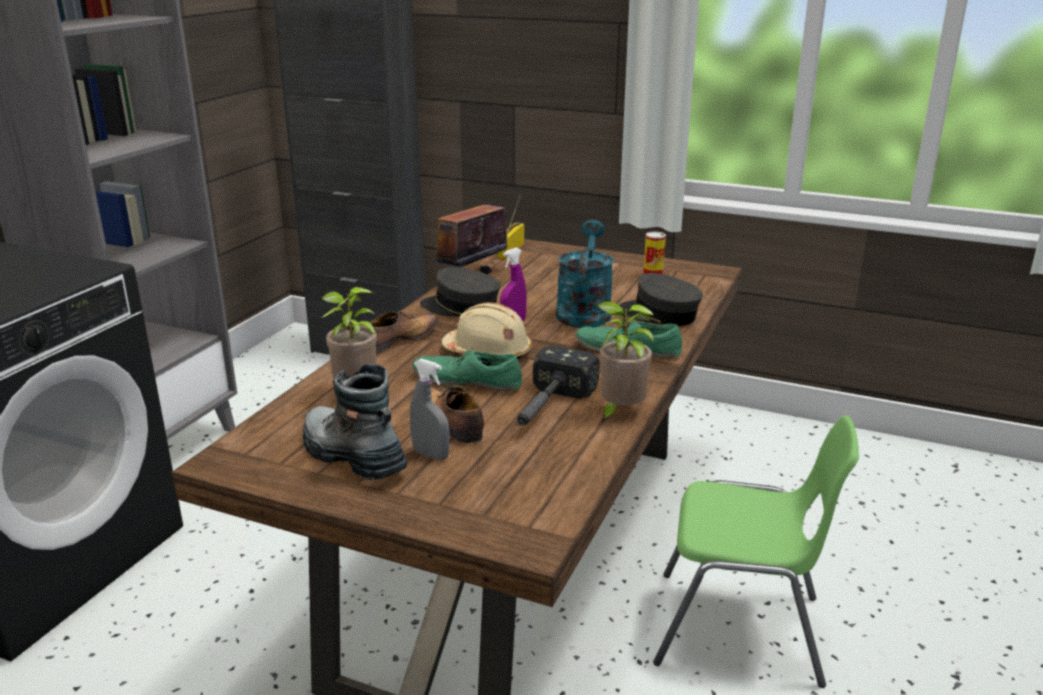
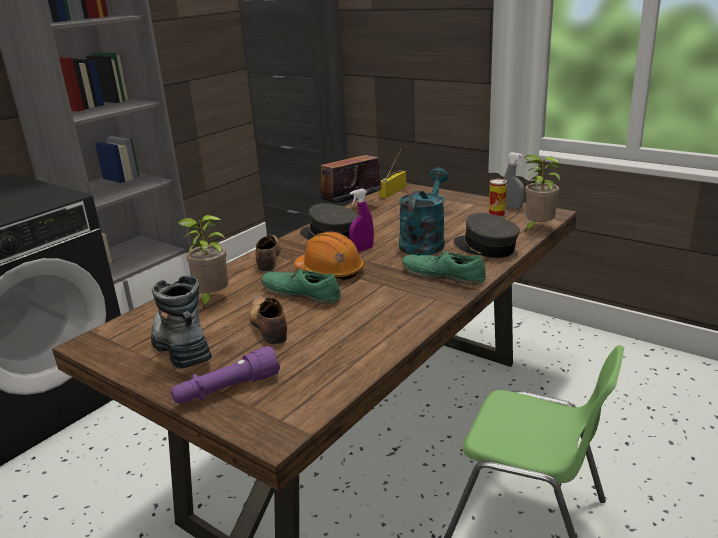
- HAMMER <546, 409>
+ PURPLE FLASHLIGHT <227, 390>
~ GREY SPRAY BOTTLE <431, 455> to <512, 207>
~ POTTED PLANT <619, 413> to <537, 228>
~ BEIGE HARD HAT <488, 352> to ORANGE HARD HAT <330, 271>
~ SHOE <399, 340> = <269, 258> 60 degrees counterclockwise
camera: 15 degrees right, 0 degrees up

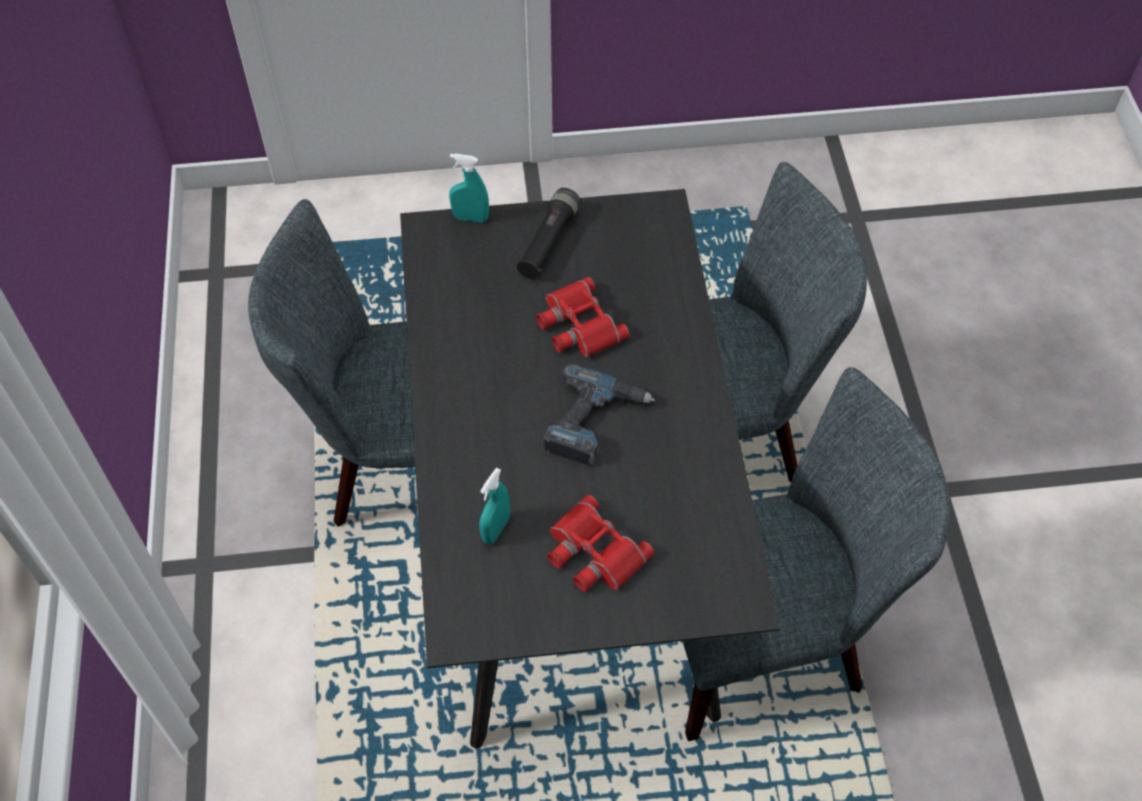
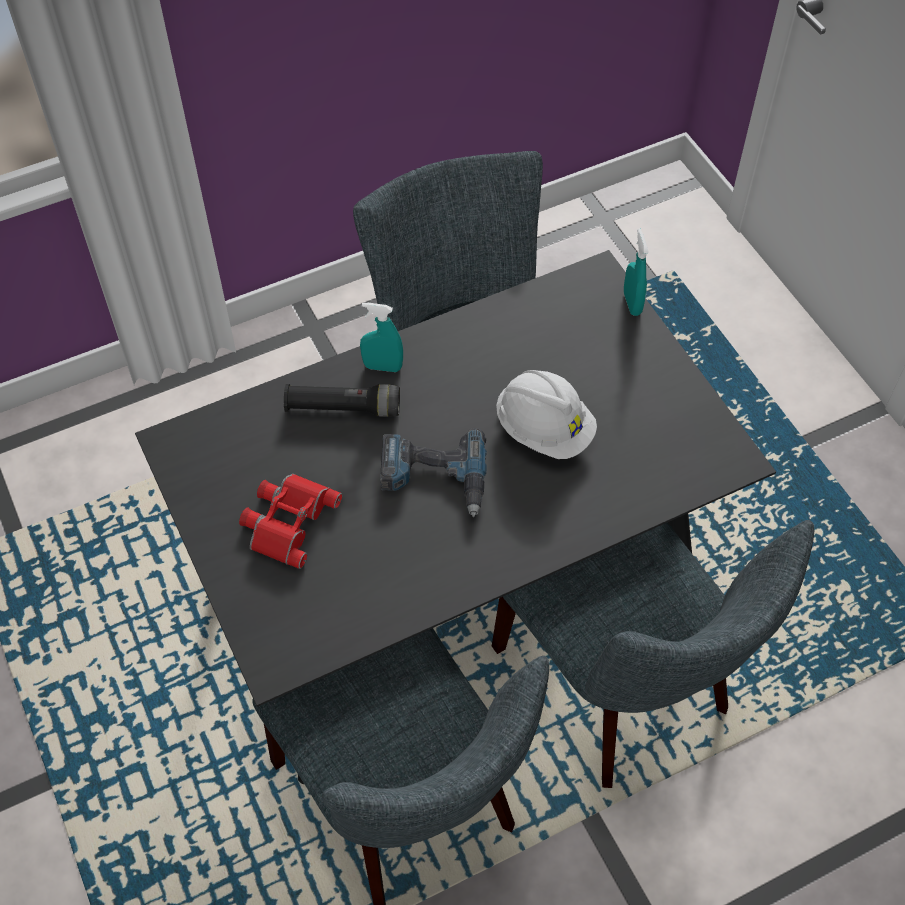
~ TURQUOISE SPRAY BOTTLE <496, 529> to <382, 367>
~ BLACK FLASHLIGHT <548, 242> to <343, 408>
~ RED BINOCULARS <577, 325> to WHITE HARD HAT <544, 430>
camera: 70 degrees right, 0 degrees up

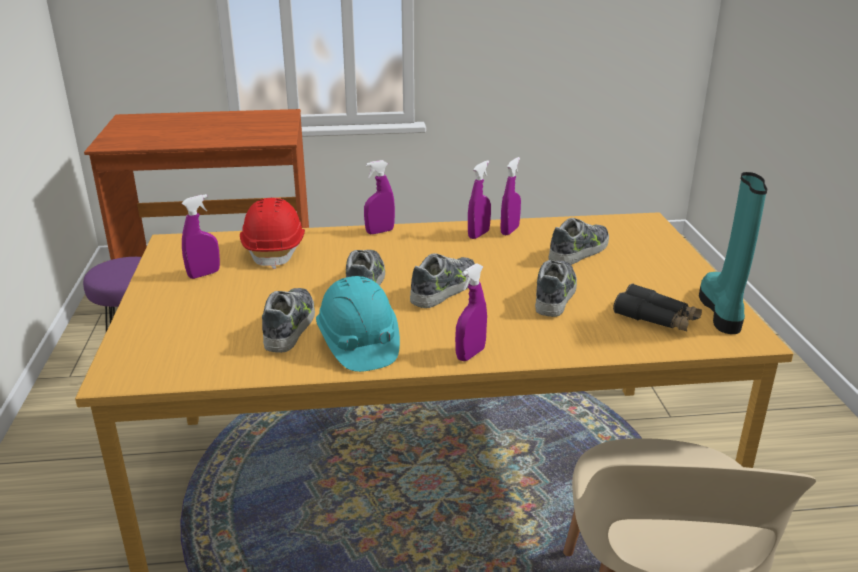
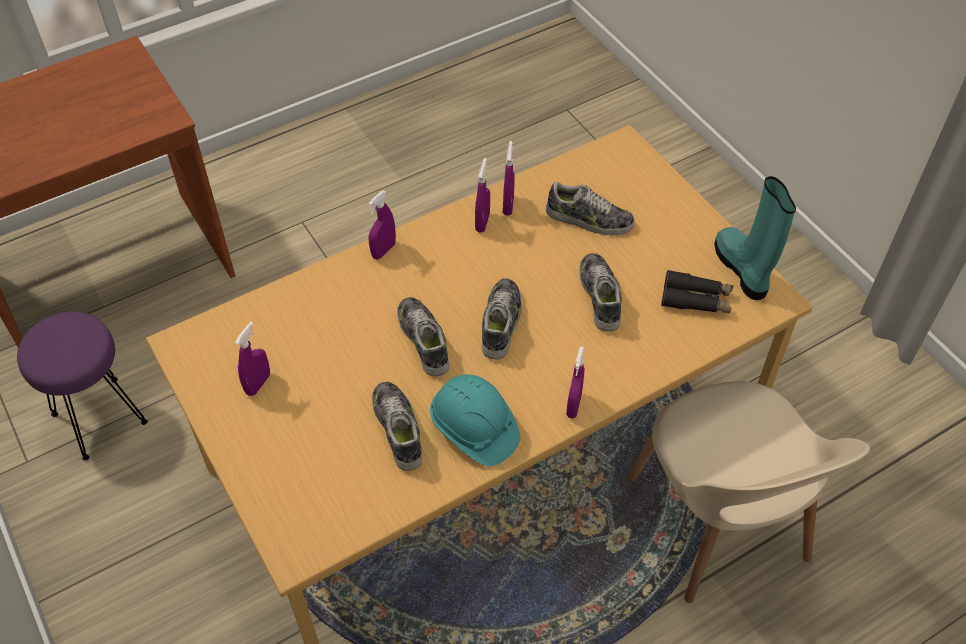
- RED HARD HAT <275, 250>
~ SHOE <579, 251> = <589, 219> 90 degrees clockwise
camera: 25 degrees left, 25 degrees up

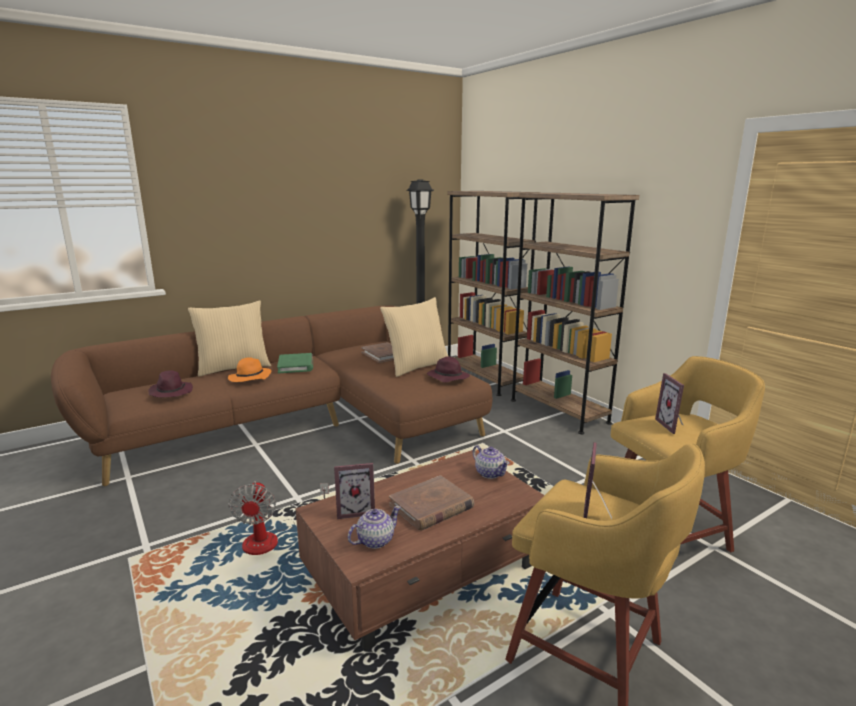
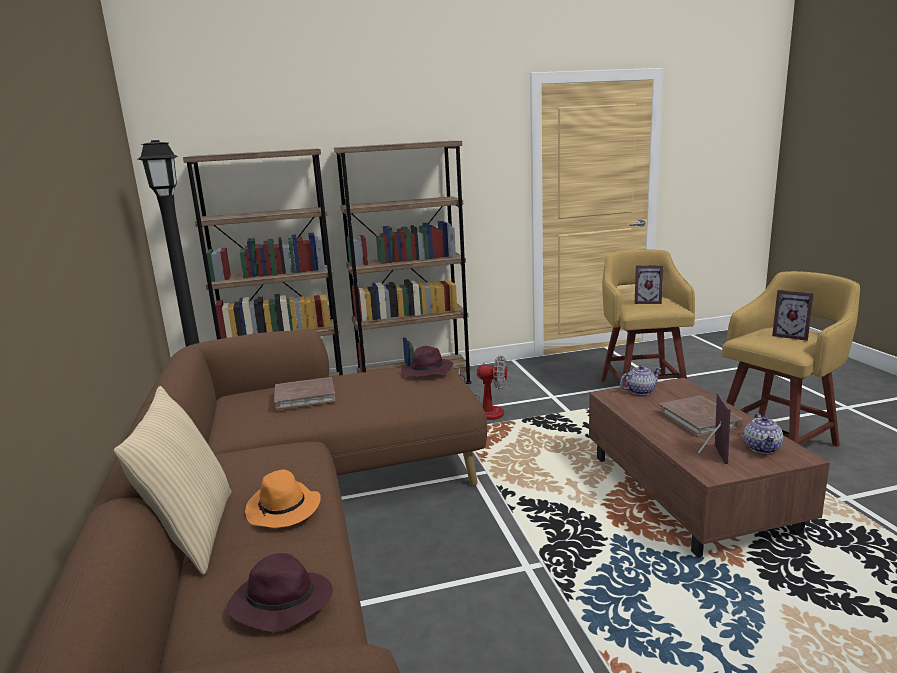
- GREEN BOOK <296, 365>
- BEIGE PILLOW <416, 366>
~ FAN <272, 539> to <485, 410>
~ TEAPOT <375, 540> = <762, 448> 150 degrees counterclockwise
camera: 70 degrees left, 0 degrees up

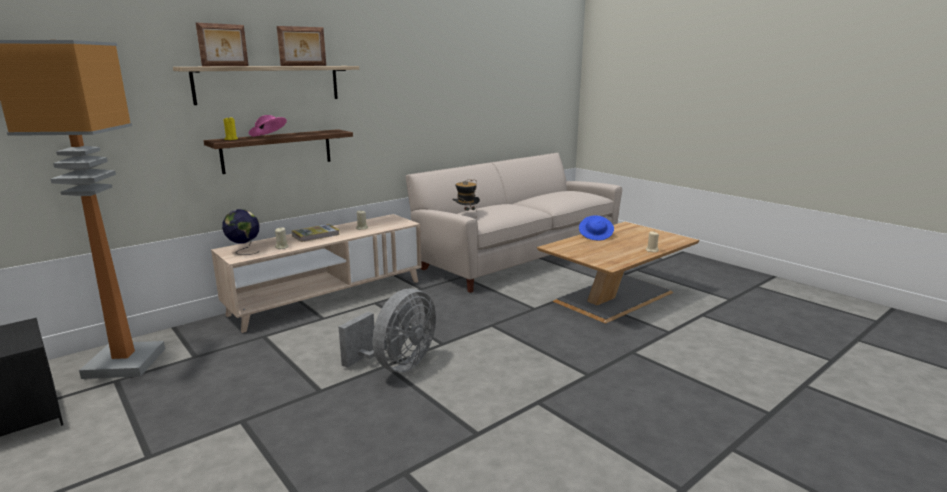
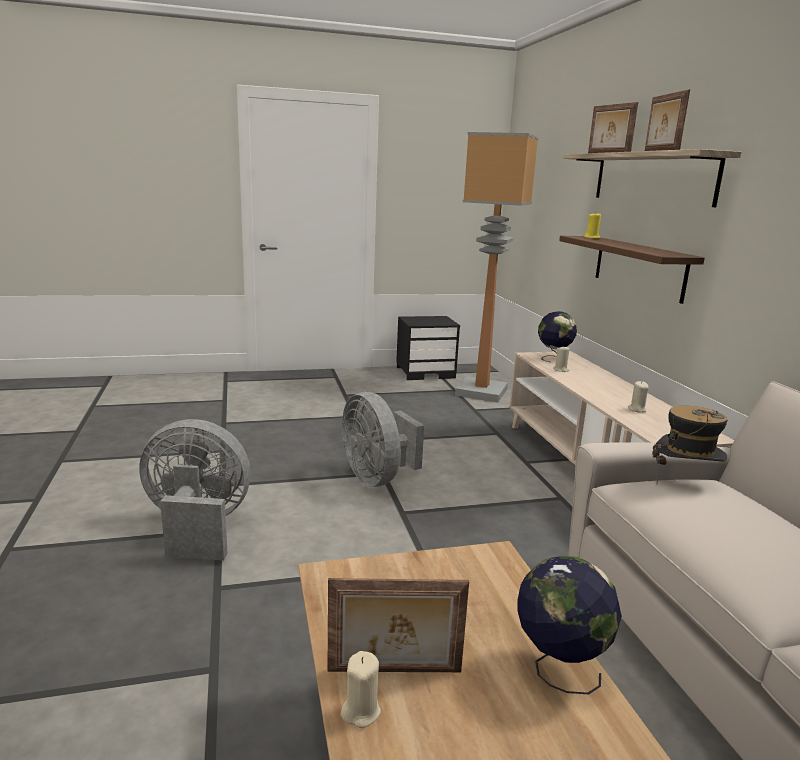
- PINK HAT <268, 137>
- BOOK <316, 235>
+ GREY FAN <197, 528>
+ PICTURE FRAME <394, 672>
~ BLUE HAT <596, 236> to GLOBE <558, 670>
camera: 115 degrees right, 0 degrees up

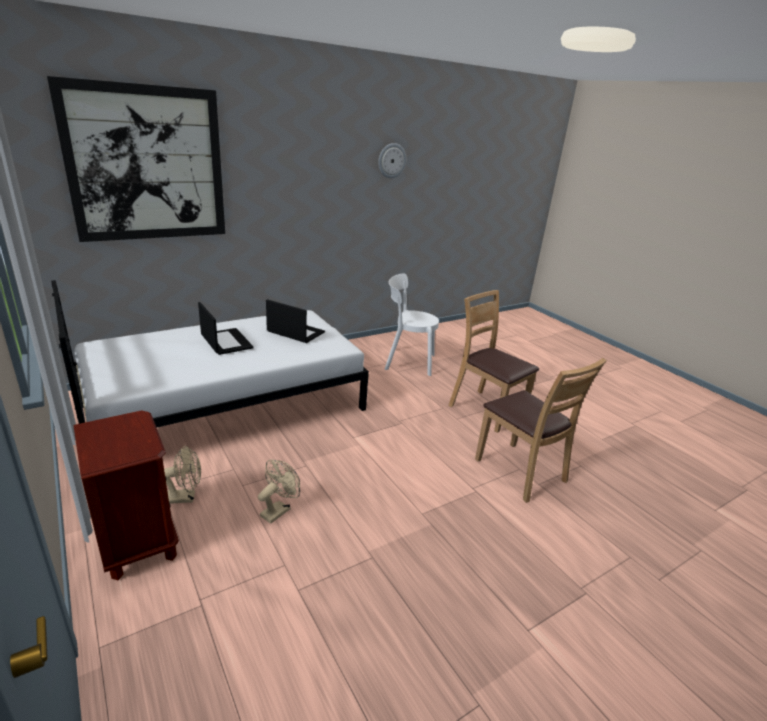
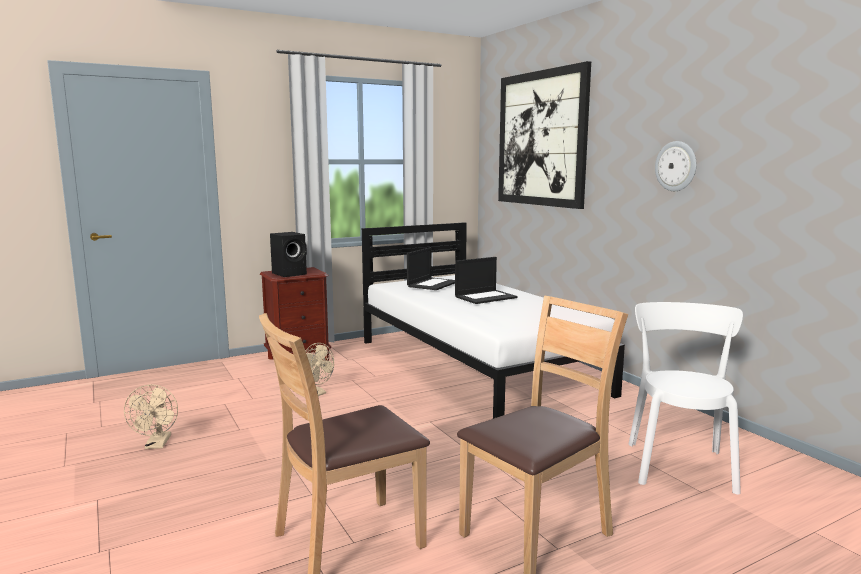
+ BLACK SPEAKER <290, 274>
~ BEIGE FAN <185, 497> to <157, 445>
~ LAPTOP <295, 332> to <432, 284>
~ WALL CLOCK <391, 160> to <676, 166>
camera: 95 degrees right, 15 degrees down

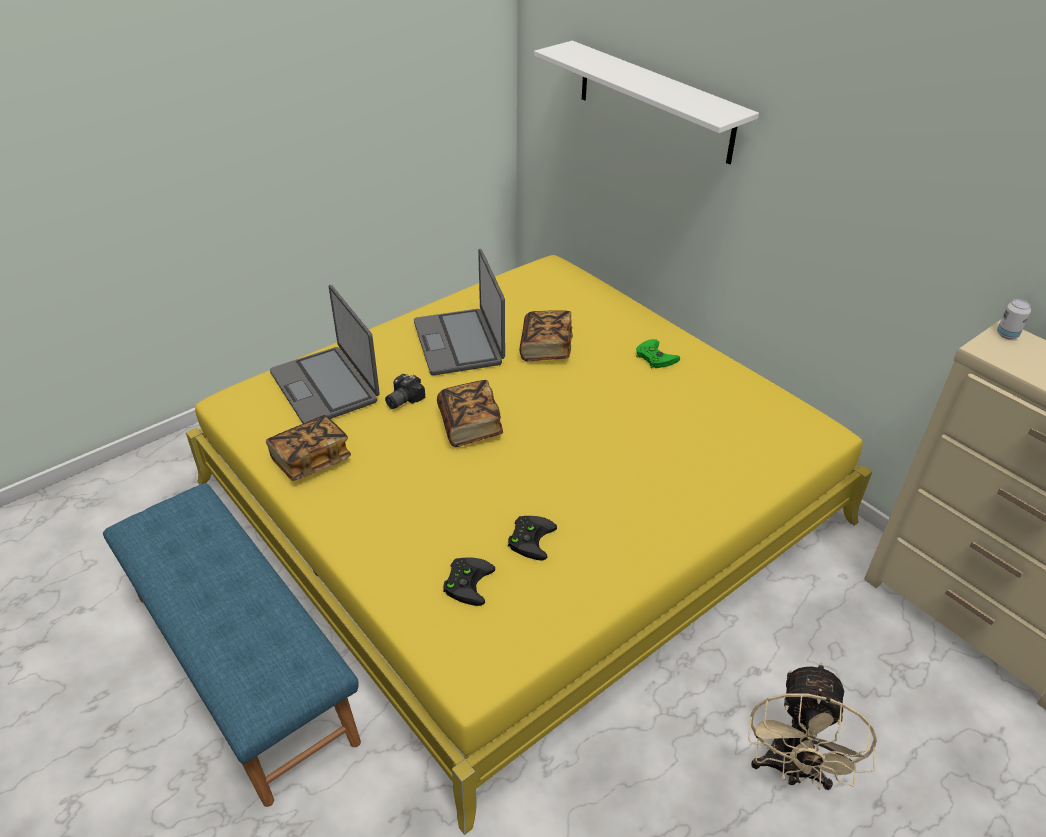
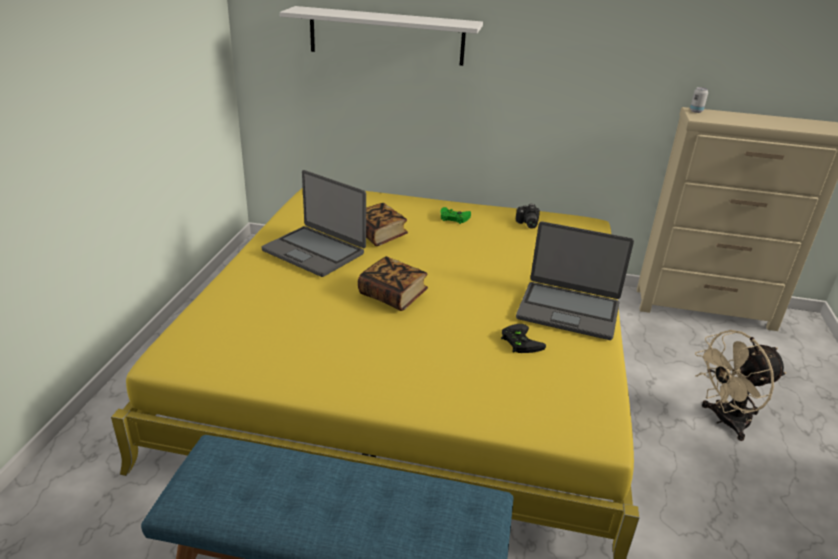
- BOOK <311, 460>
- BLACK GAME CONTROLLER <467, 581>
~ LAPTOP <326, 386> to <568, 310>
~ PHOTO CAMERA <402, 399> to <527, 224>
~ BEIGE FAN <791, 770> = <724, 421> 90 degrees clockwise
camera: 40 degrees left, 10 degrees down

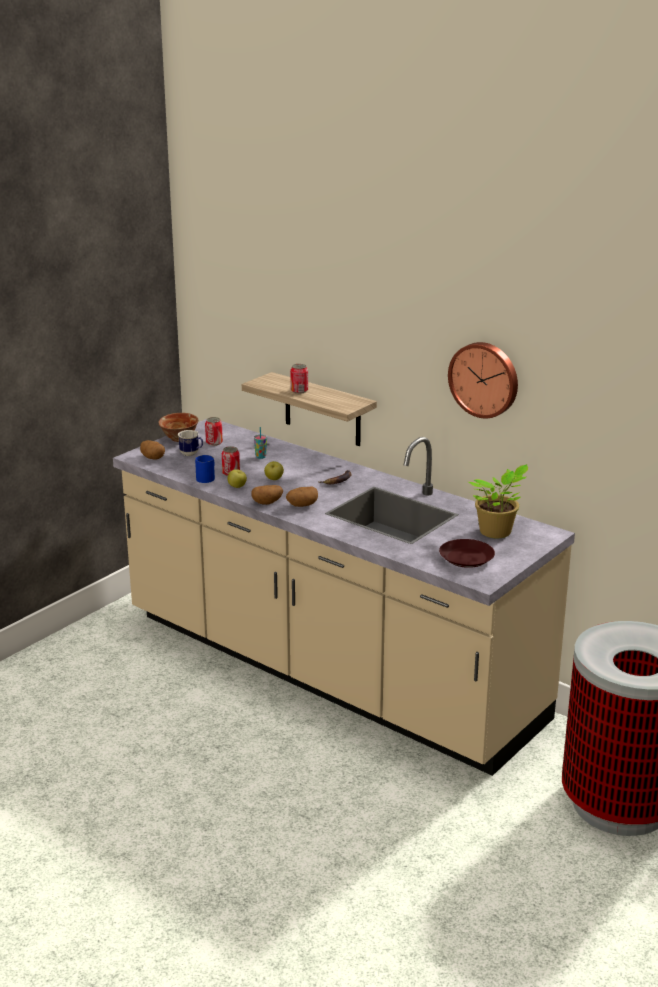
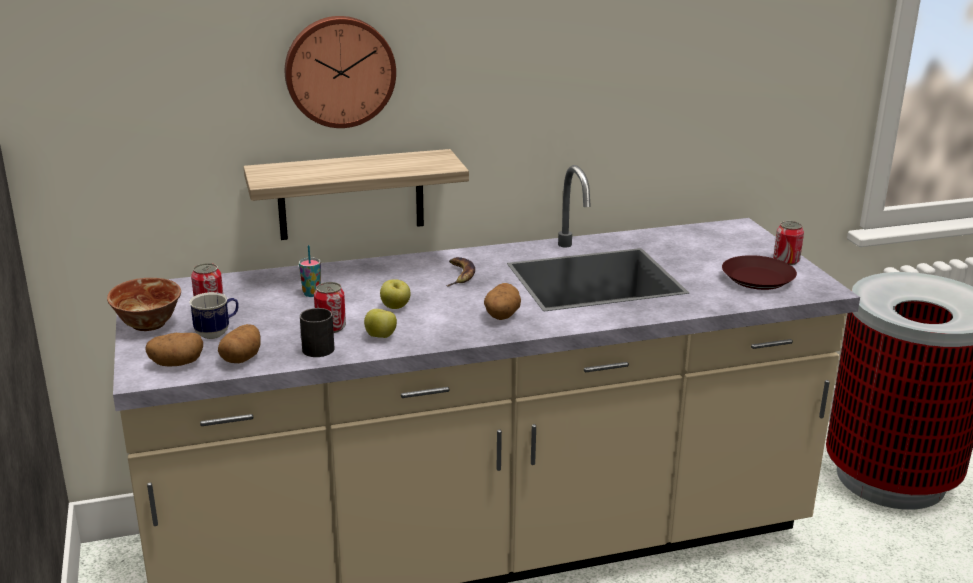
- POTTED PLANT <497, 533>
~ POTATO <267, 503> to <242, 358>
~ CAN <299, 391> to <786, 261>
~ WALL CLOCK <484, 379> to <339, 71>
~ BLUE MUG <207, 477> to BLACK MUG <315, 346>
camera: 55 degrees left, 0 degrees up

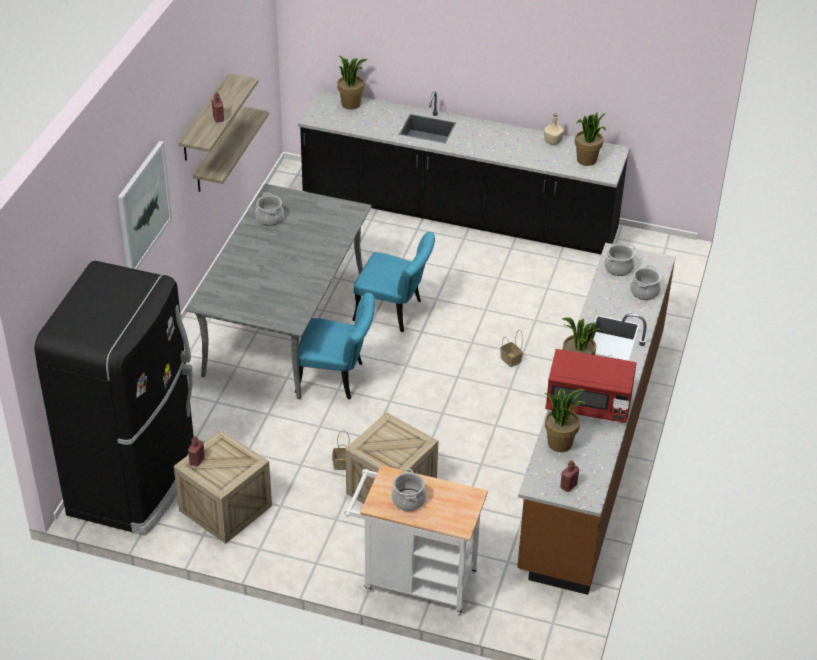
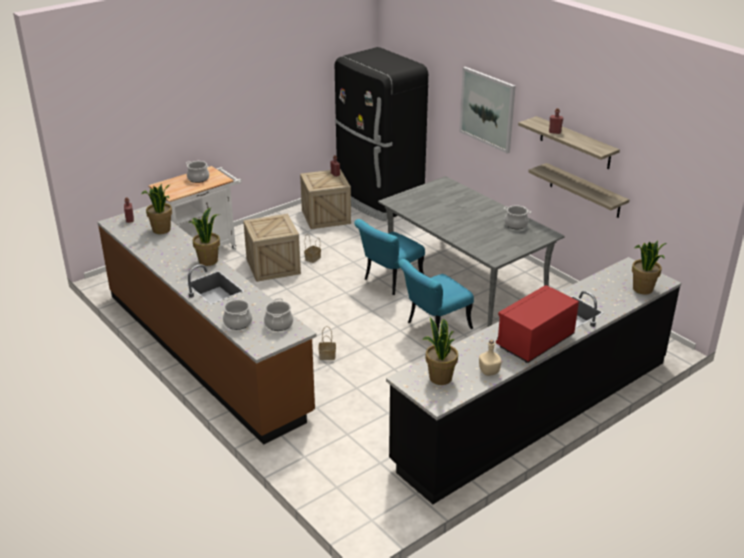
~ RED MICROWAVE <588, 404> to <535, 341>
camera: 125 degrees right, 10 degrees down

